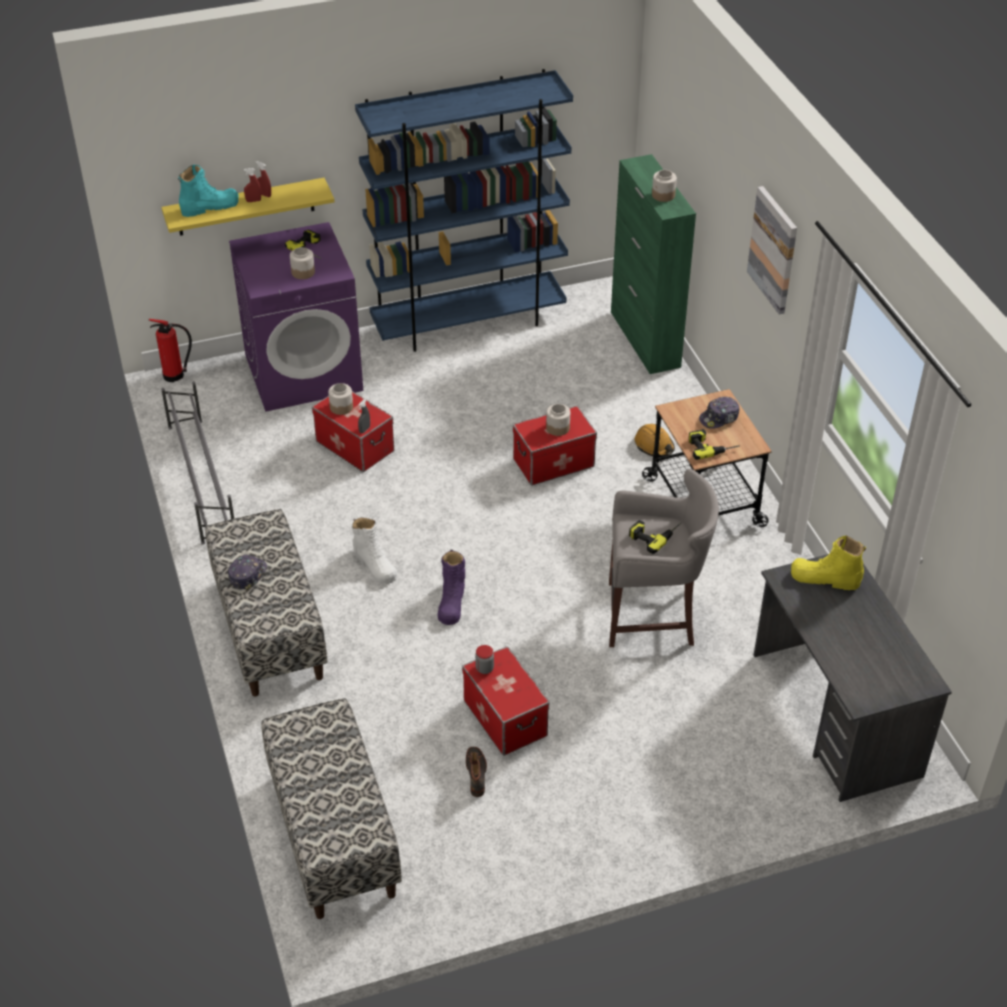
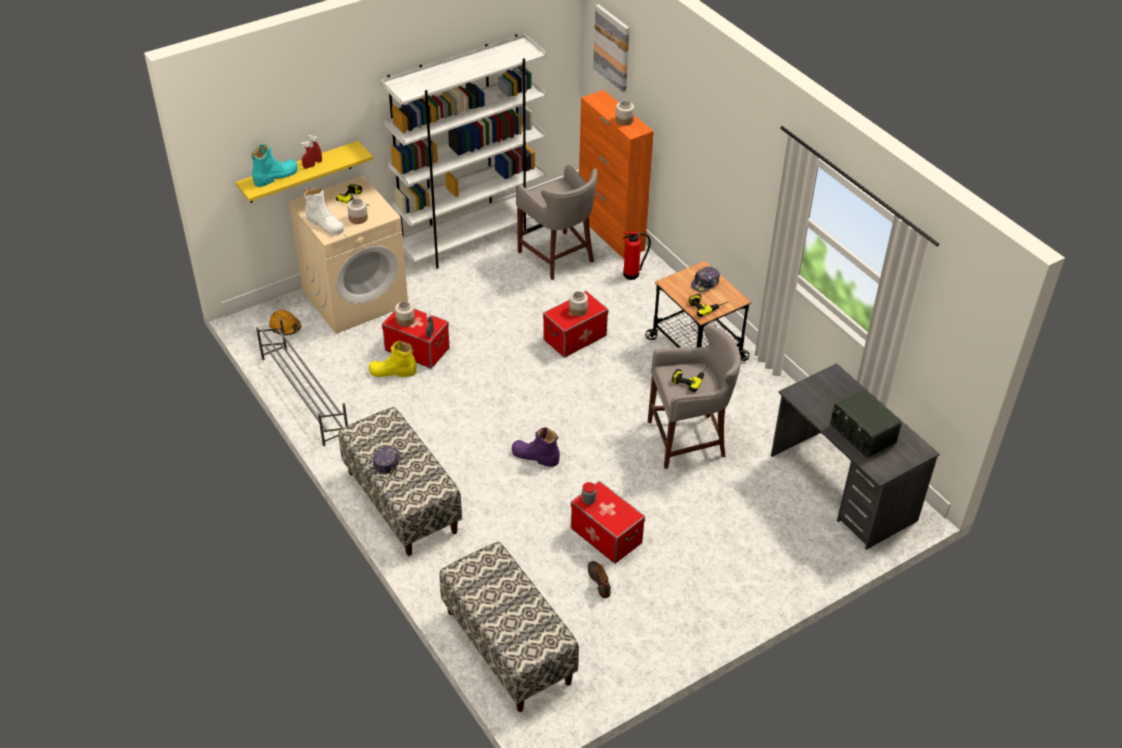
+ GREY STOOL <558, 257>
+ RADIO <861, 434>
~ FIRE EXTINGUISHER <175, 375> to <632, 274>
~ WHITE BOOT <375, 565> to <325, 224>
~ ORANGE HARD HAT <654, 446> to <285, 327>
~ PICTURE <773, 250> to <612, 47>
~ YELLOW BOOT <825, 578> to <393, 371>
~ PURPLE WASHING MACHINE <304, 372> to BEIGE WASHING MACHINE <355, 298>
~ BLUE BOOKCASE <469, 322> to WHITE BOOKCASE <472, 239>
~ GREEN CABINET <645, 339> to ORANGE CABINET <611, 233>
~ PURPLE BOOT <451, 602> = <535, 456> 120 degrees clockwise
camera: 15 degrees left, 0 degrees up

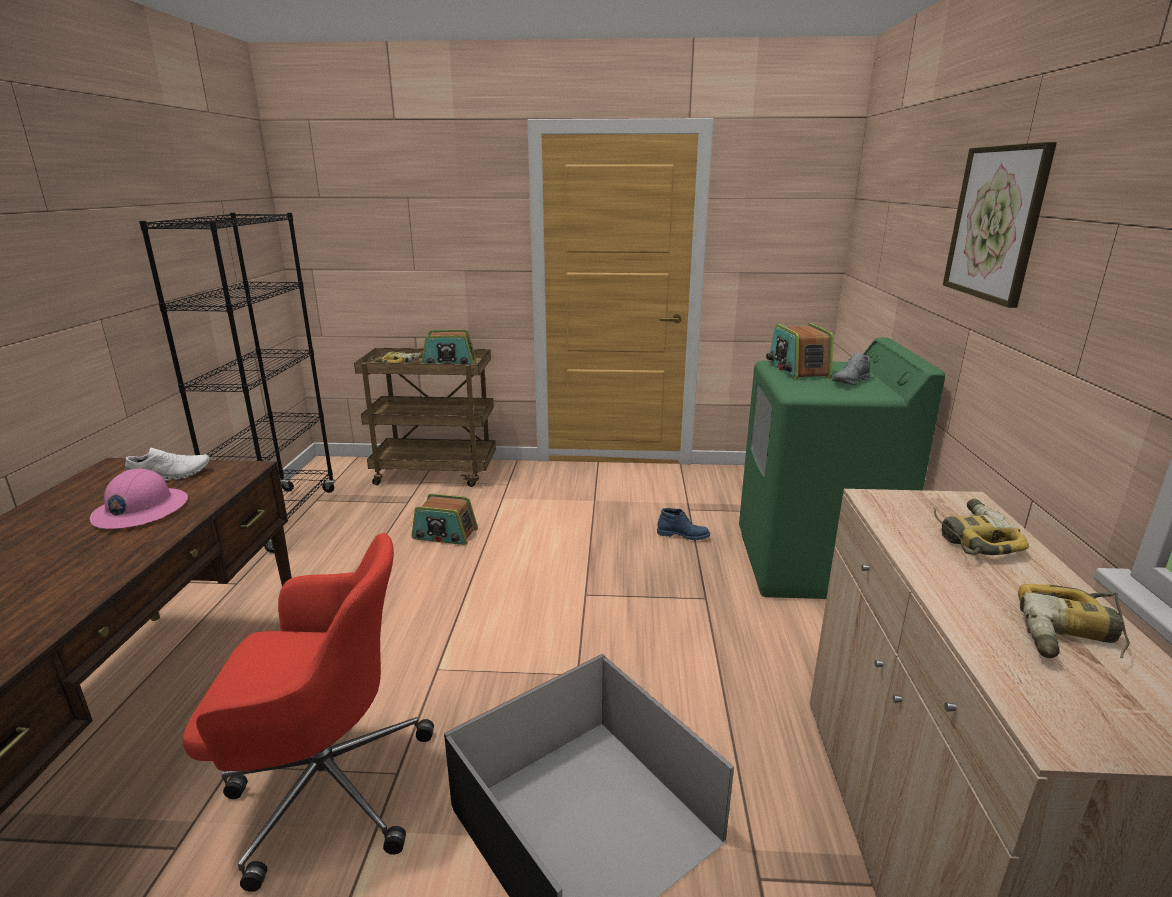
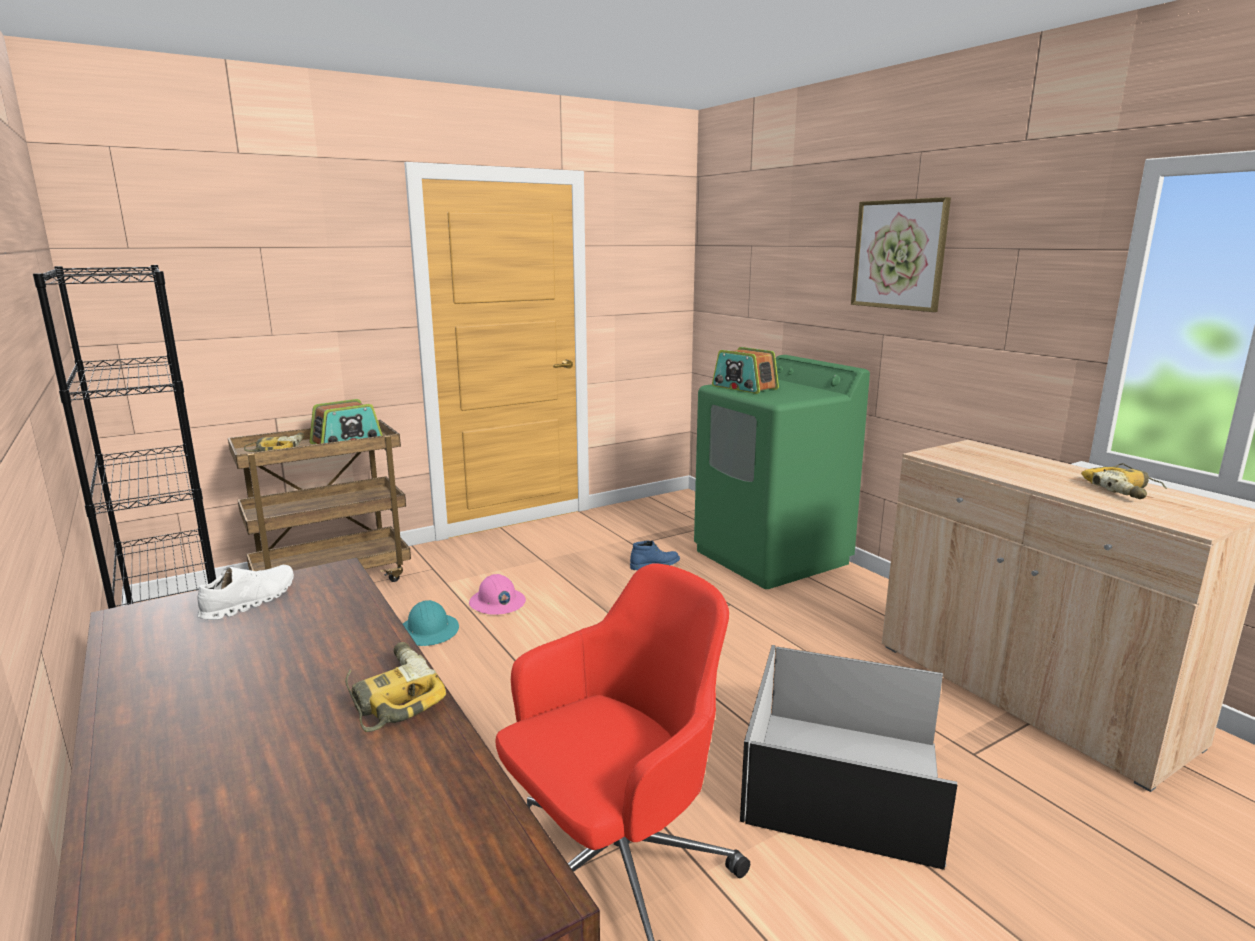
- GREY SHOE <850, 382>
~ PINK HARD HAT <140, 511> to <497, 603>
~ POWER DRILL <969, 537> to <390, 697>
~ RADIO <445, 534> to TURQUOISE HARD HAT <429, 631>
camera: 35 degrees left, 5 degrees down

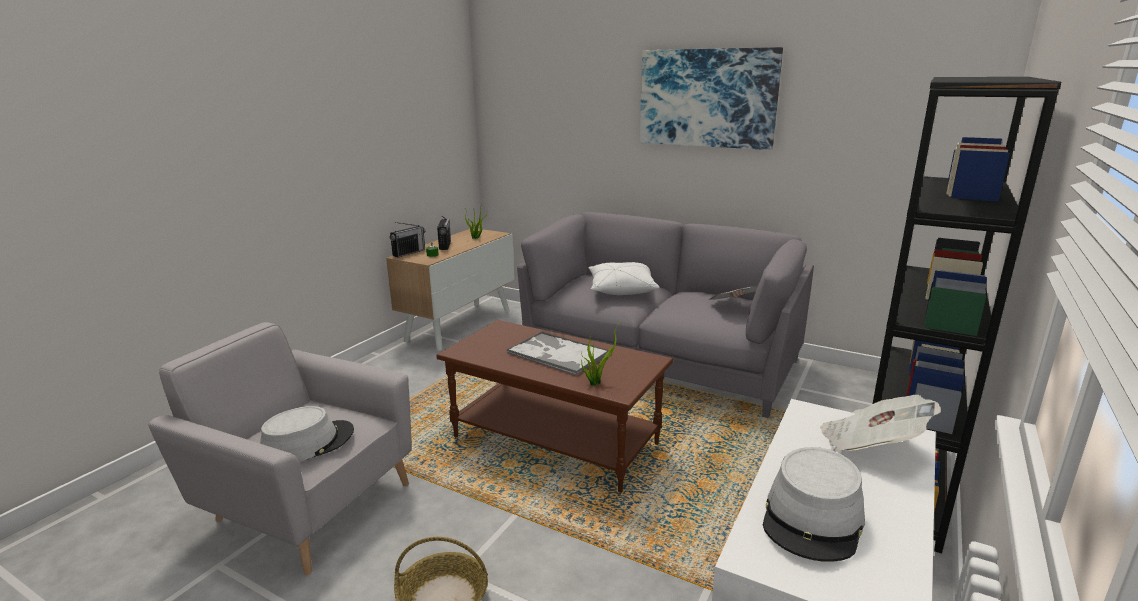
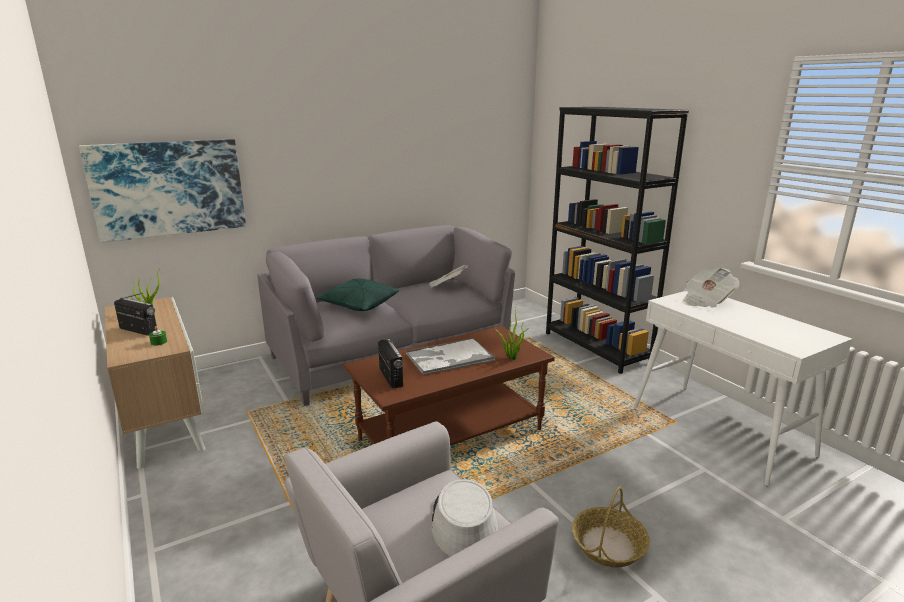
- GREY HAT <813, 518>
~ RADIO <409, 253> to <391, 377>
~ PICTURE <707, 98> to <169, 188>
~ WHITE PILLOW <621, 289> to GREEN PILLOW <358, 305>
camera: 60 degrees left, 0 degrees up

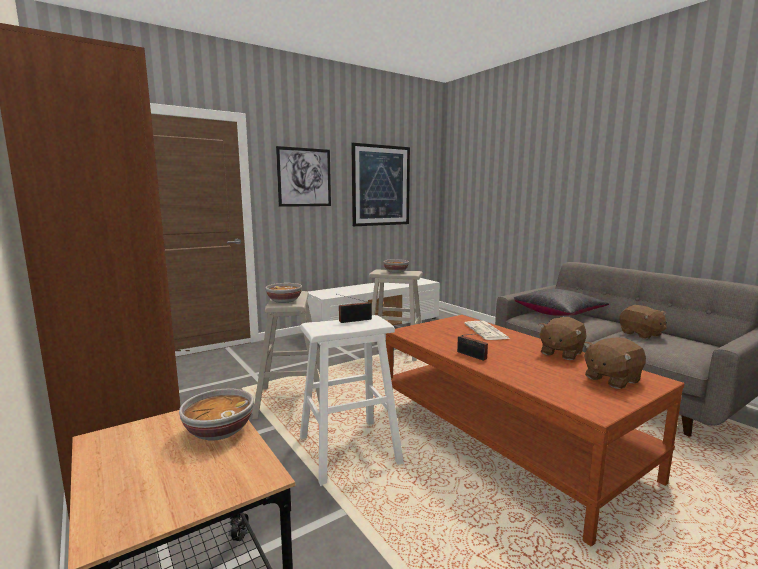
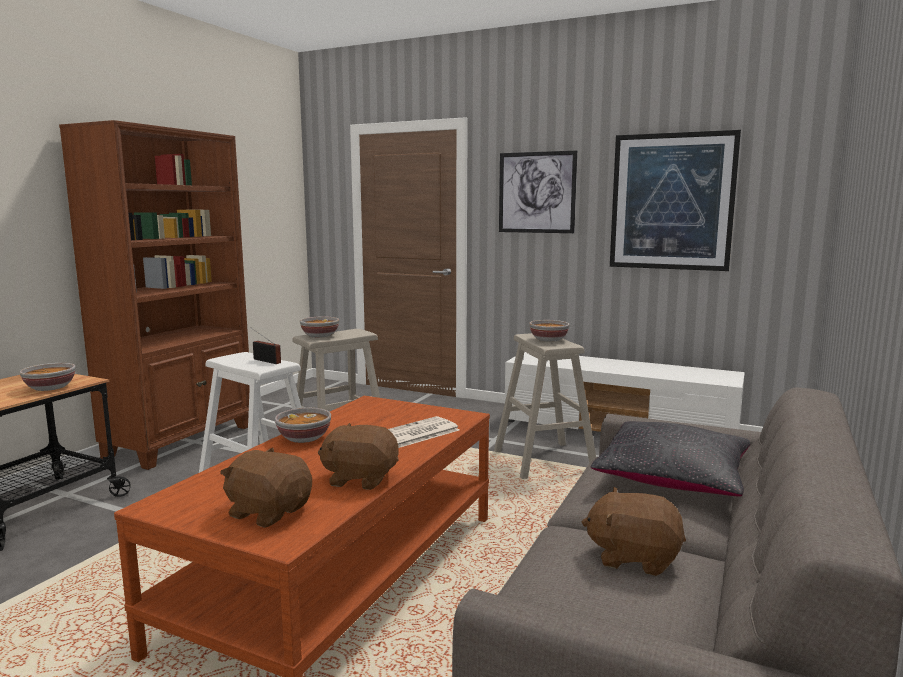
~ RADIO <473, 356> to BOWL <304, 438>
~ BROWN PLUSH TOY <641, 334> = <633, 557> 75 degrees clockwise
camera: 60 degrees right, 0 degrees up

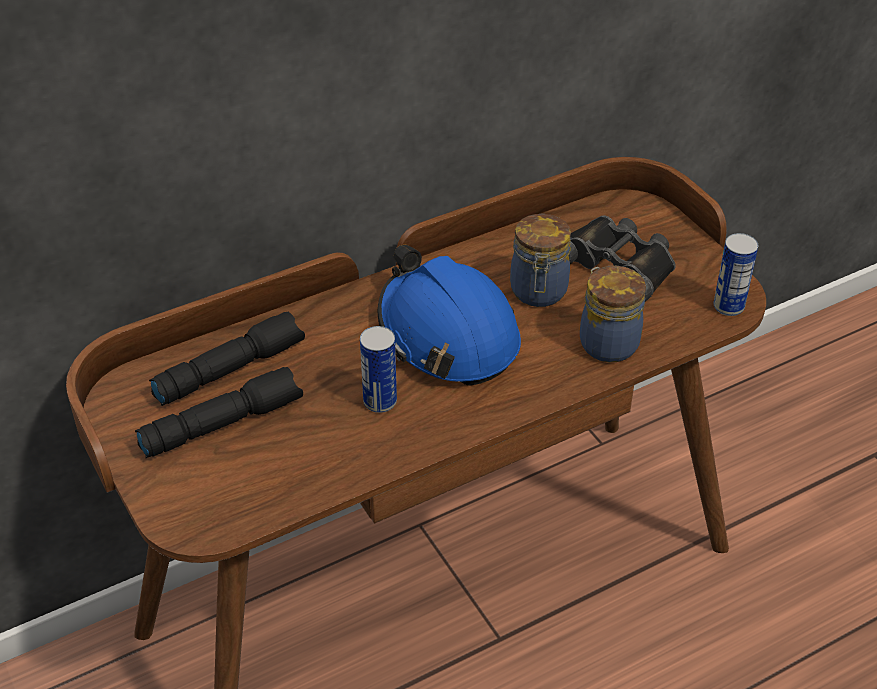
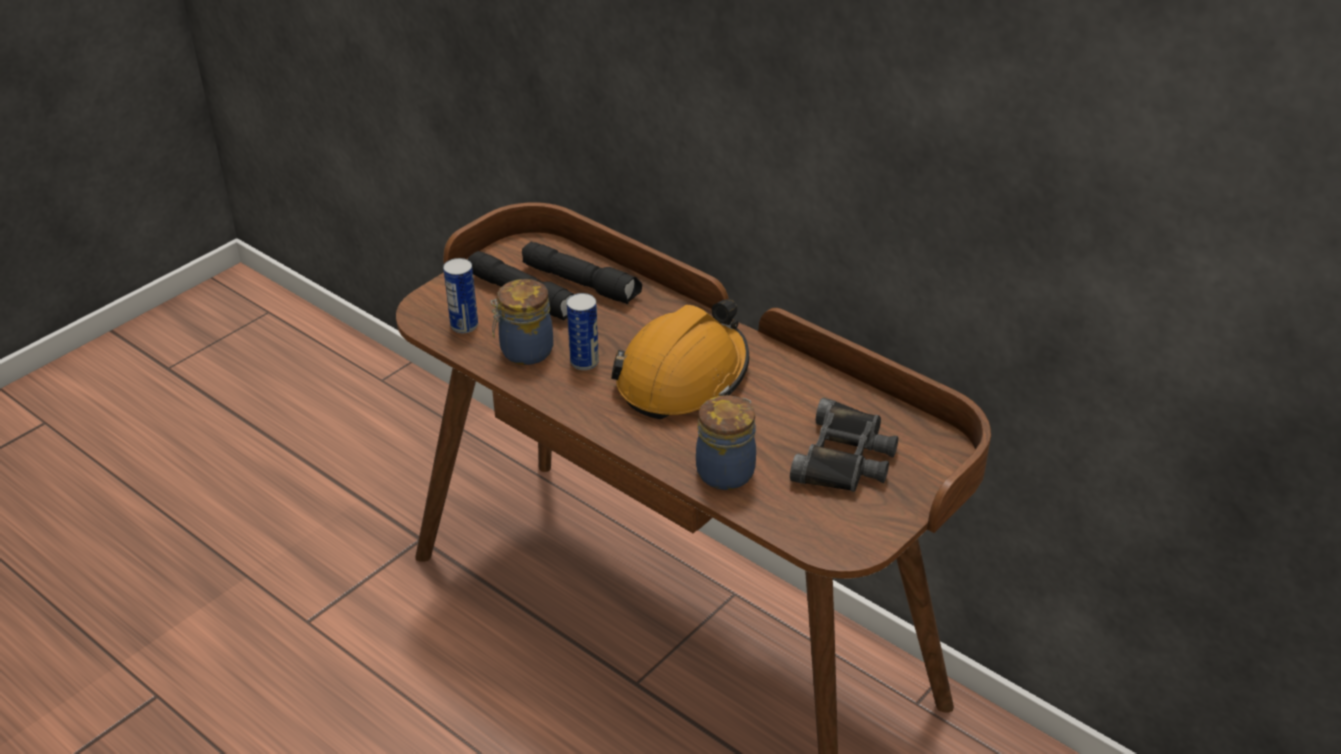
~ JAR <538, 293> to <524, 351>
~ CAN <728, 306> to <464, 326>
~ BLUE HARD HAT <447, 334> to ORANGE HARD HAT <683, 377>
camera: 70 degrees right, 5 degrees down

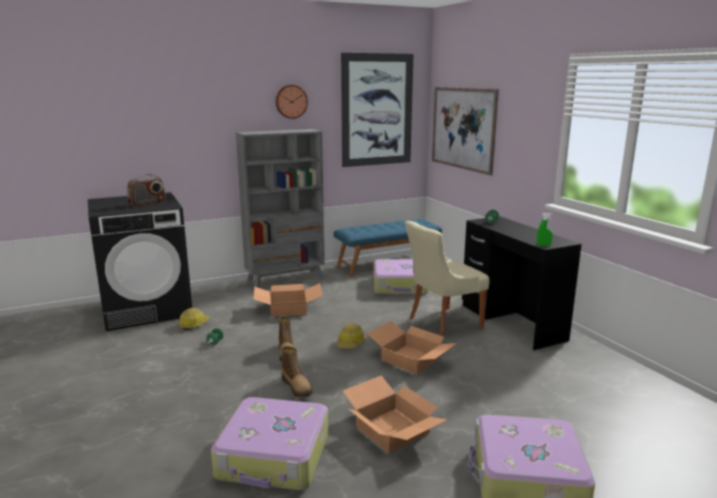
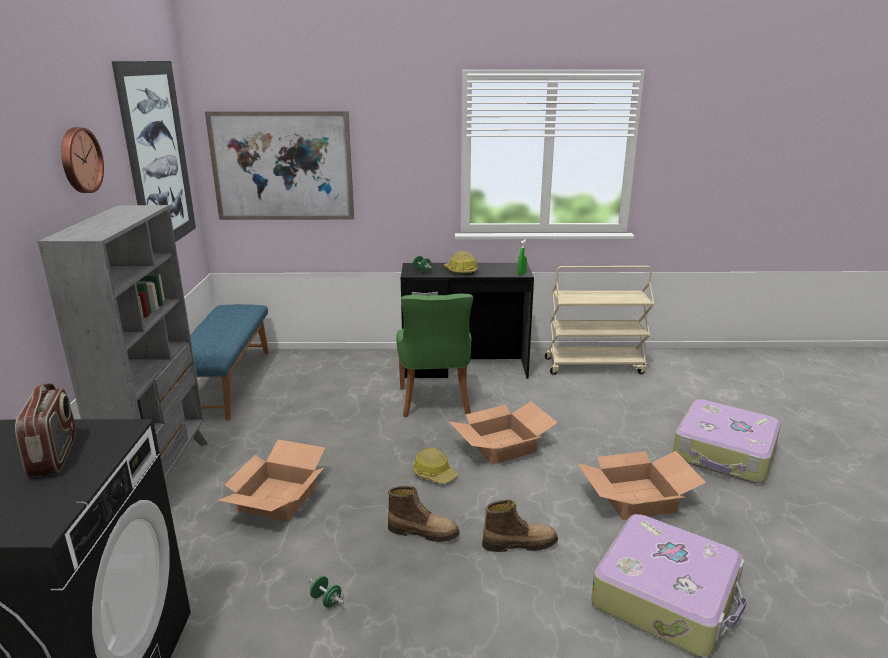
- SUITCASE <400, 286>
+ BEIGE CART <594, 365>
~ HARD HAT <194, 324> to <460, 271>
~ BEIGE CHAIR <442, 323> to GREEN CHAIR <435, 402>
camera: 65 degrees left, 5 degrees up

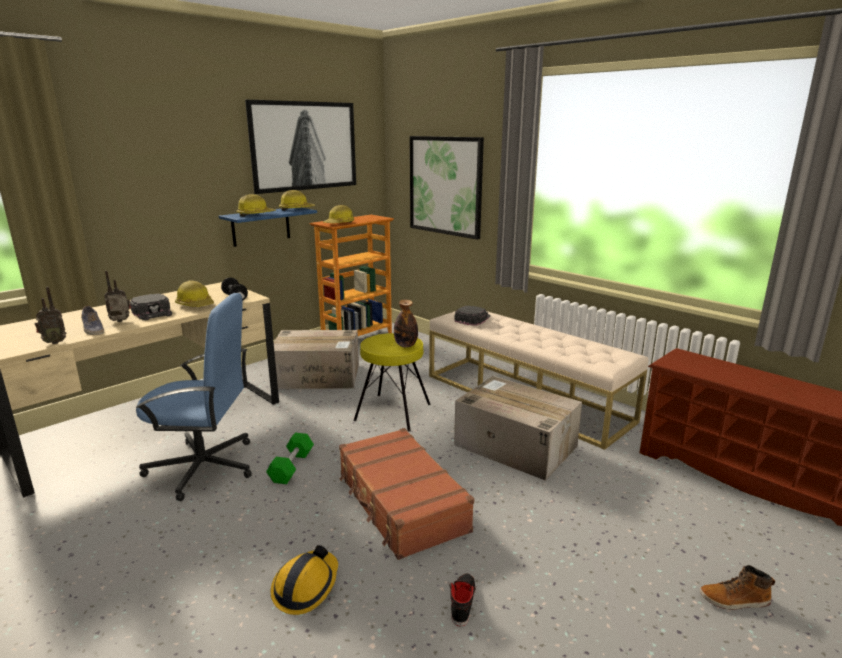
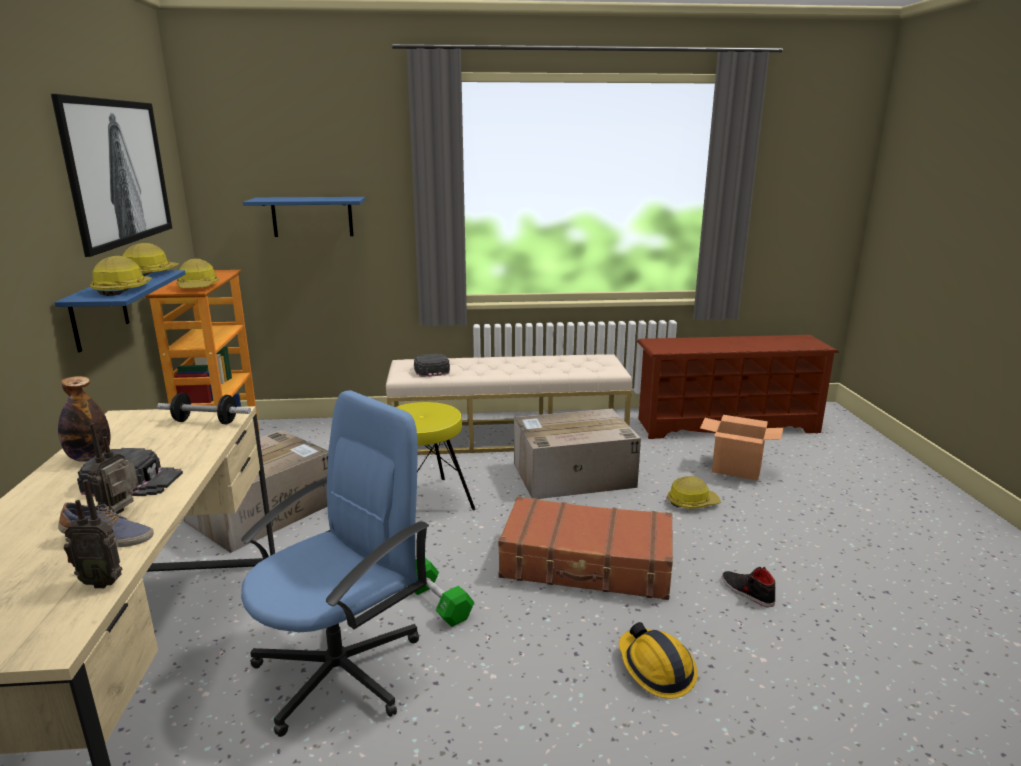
- BOOT <734, 600>
+ CARDBOARD BOX <735, 469>
~ HARD HAT <196, 304> to <692, 502>
~ BOTTLE <406, 345> to <90, 457>
~ PICTURE <445, 186> to BLUE SHELF <312, 216>
~ RADIO <54, 342> = <102, 582> 75 degrees clockwise
camera: 50 degrees left, 0 degrees up

